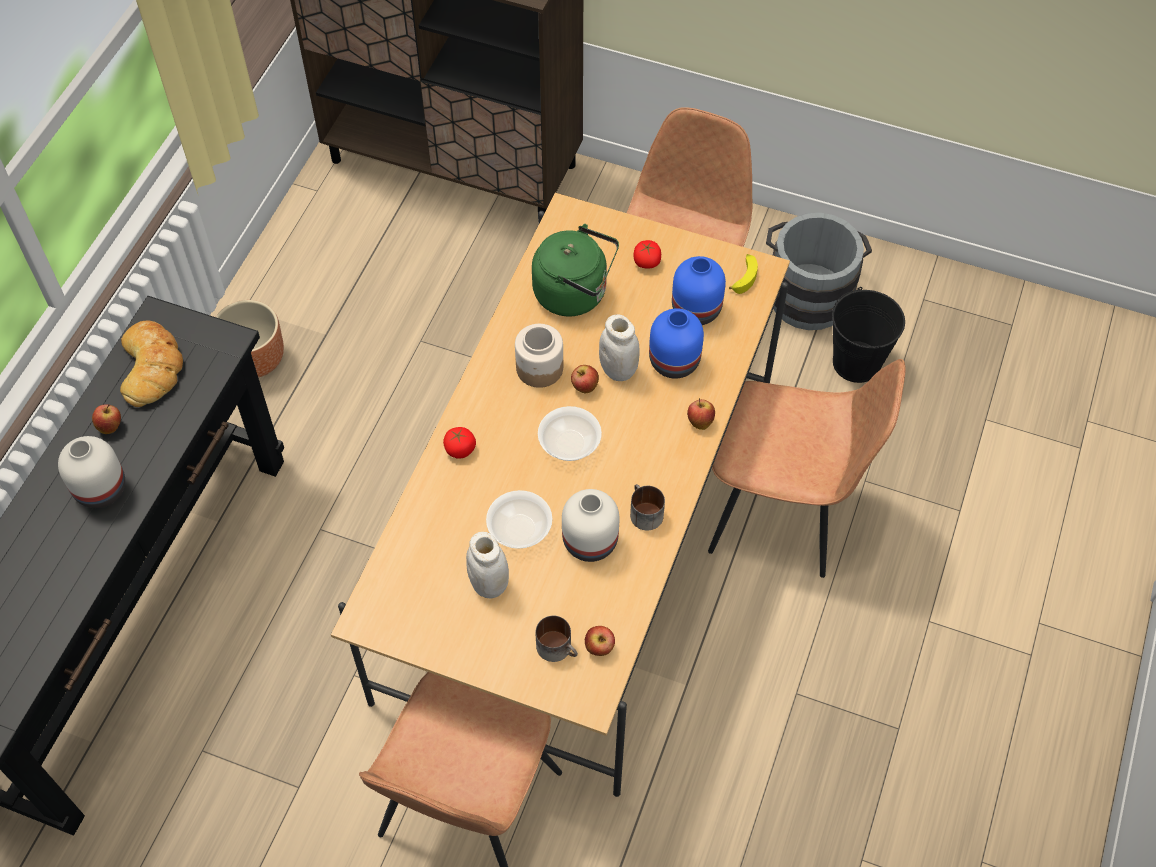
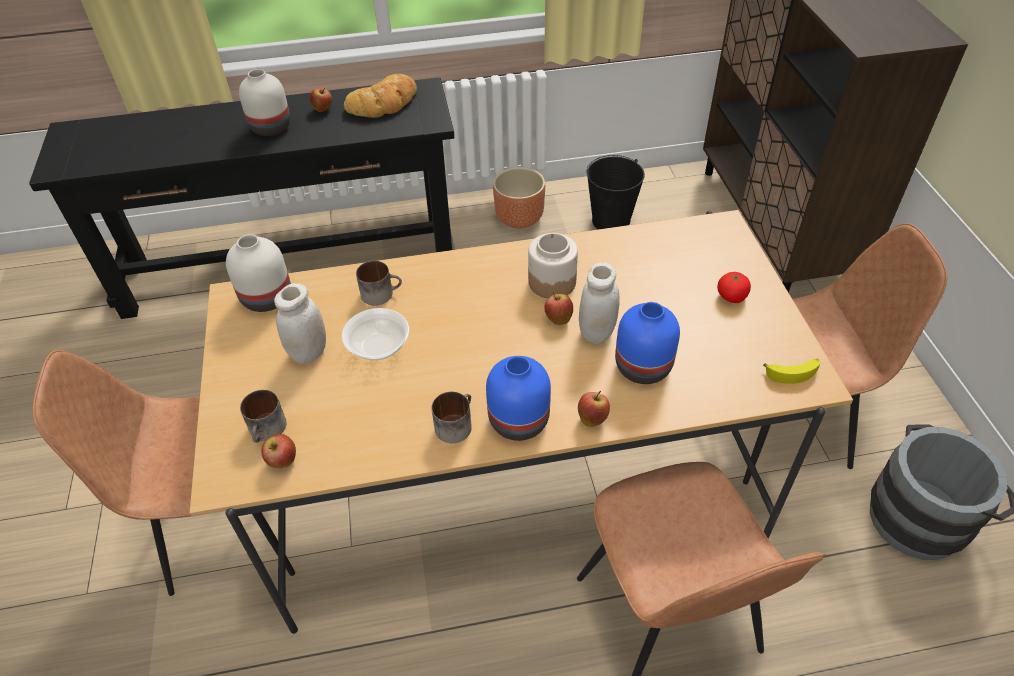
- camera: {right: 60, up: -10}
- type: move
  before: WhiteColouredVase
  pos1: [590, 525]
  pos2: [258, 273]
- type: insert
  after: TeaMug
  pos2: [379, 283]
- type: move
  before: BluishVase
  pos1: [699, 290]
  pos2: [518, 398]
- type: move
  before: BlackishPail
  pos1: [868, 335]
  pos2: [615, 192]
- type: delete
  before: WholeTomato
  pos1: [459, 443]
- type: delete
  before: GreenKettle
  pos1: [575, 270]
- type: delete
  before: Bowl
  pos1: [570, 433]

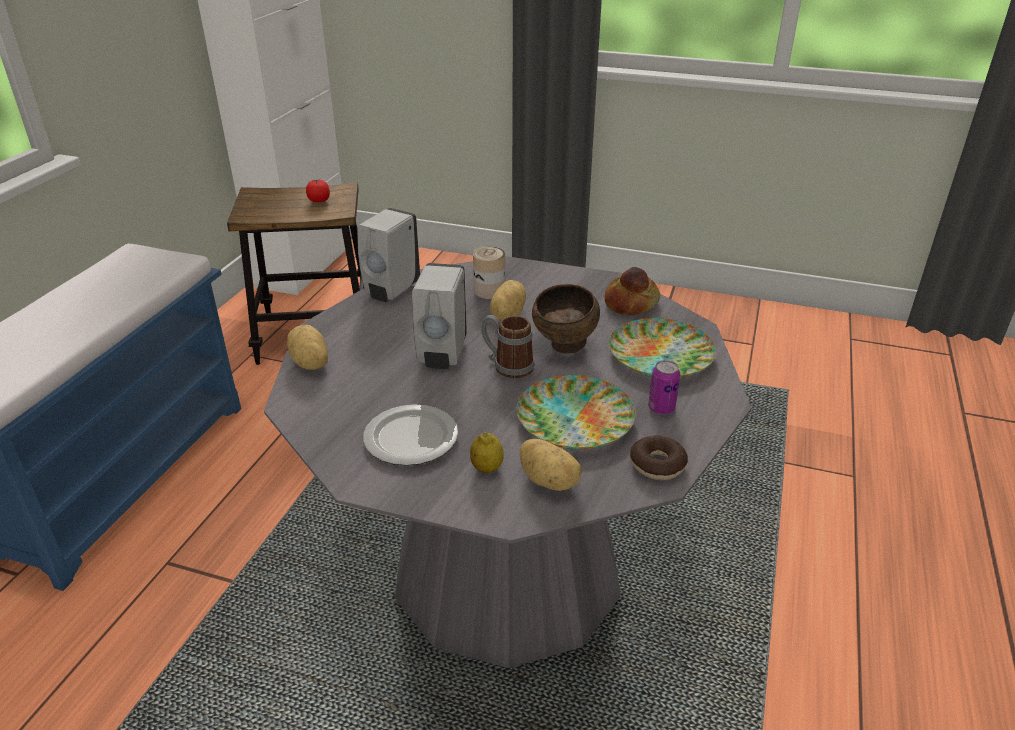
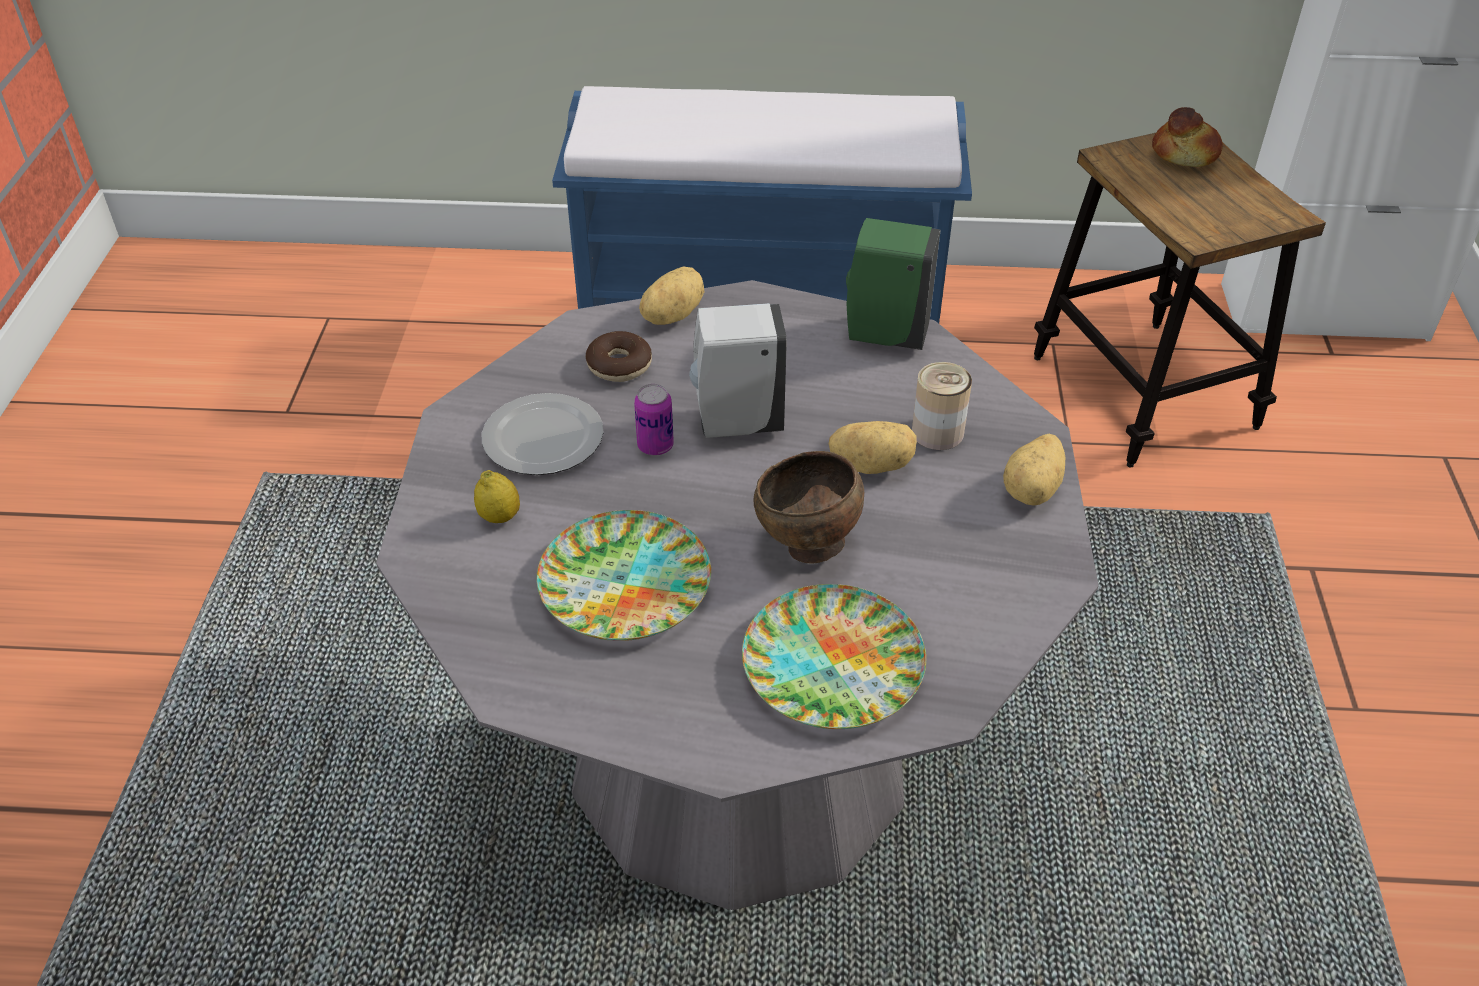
- camera: {right: 75, up: 10}
- type: move
  before: RingDoughnut
  pos1: [659, 457]
  pos2: [619, 356]
- type: move
  before: SealedCan
  pos1: [664, 387]
  pos2: [654, 419]
- type: recolor
  before: WhiteColouredLiquidSoapBottle
  after: GreenLiquidSoapBottle
  pos1: [388, 255]
  pos2: [893, 284]
- type: move
  before: WholePotato
  pos1: [551, 465]
  pos2: [1034, 470]
- type: move
  before: BakeryBread
  pos1: [632, 291]
  pos2: [1187, 137]
- type: delete
  before: WholeTomato
  pos1: [318, 190]
- type: delete
  before: TeaMug
  pos1: [508, 347]

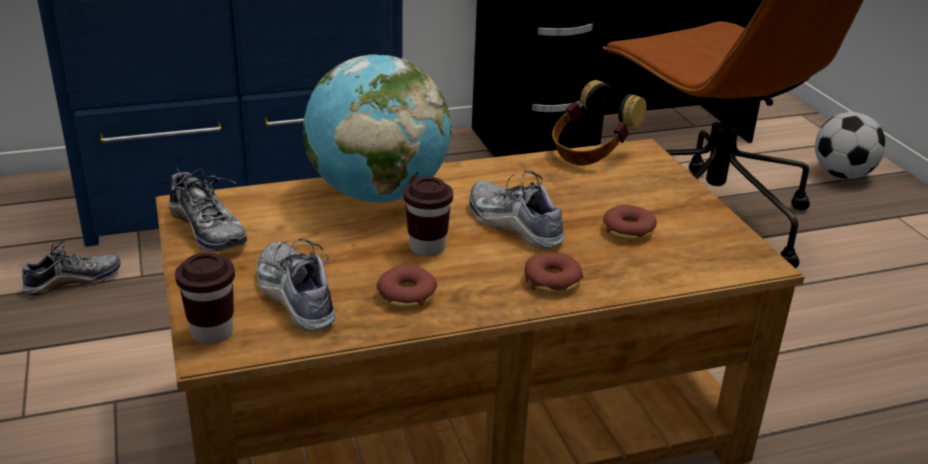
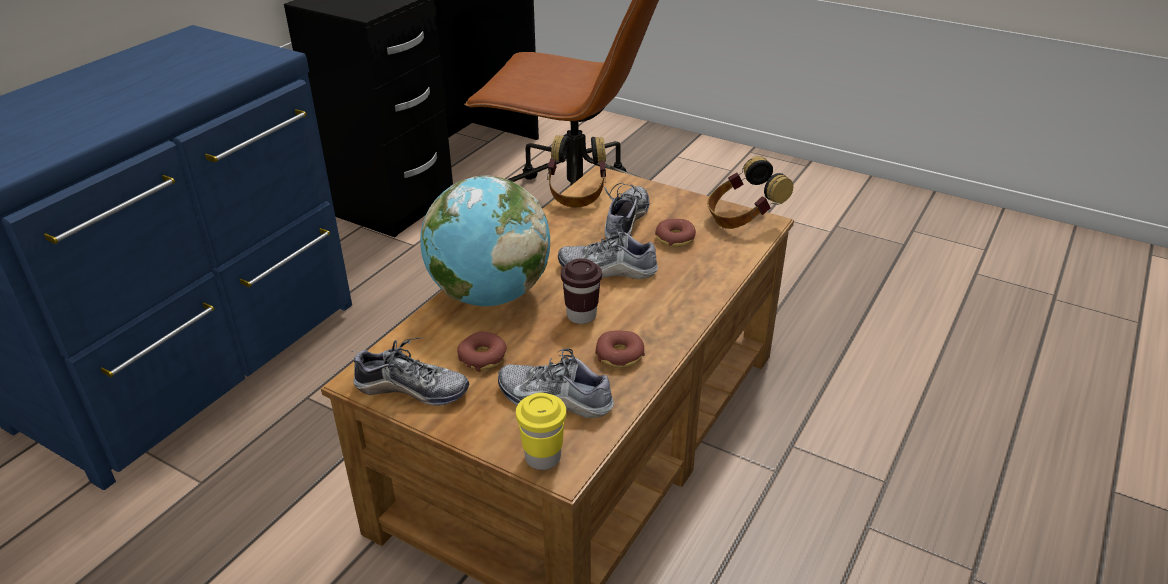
- camera: {right: -40, up: 5}
- type: move
  before: RingDoughnut
  pos1: [554, 273]
  pos2: [482, 351]
- type: recolor
  before: BrownishCup
  after: YellowCup
  pos1: [205, 298]
  pos2: [541, 431]
- type: move
  before: ItemOfFootwear
  pos1: [71, 268]
  pos2: [627, 211]
- type: insert
  after: Headphones
  pos2: [750, 192]
- type: delete
  before: BallForFootball
  pos1: [850, 145]

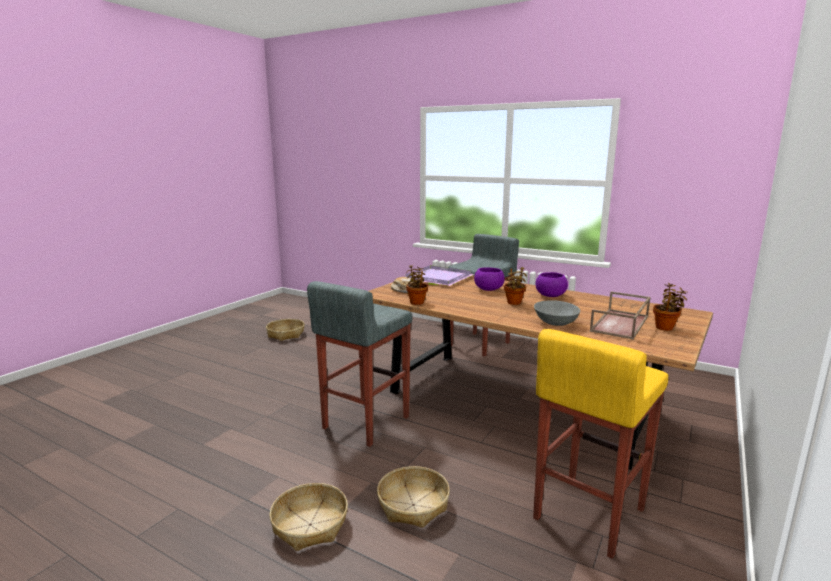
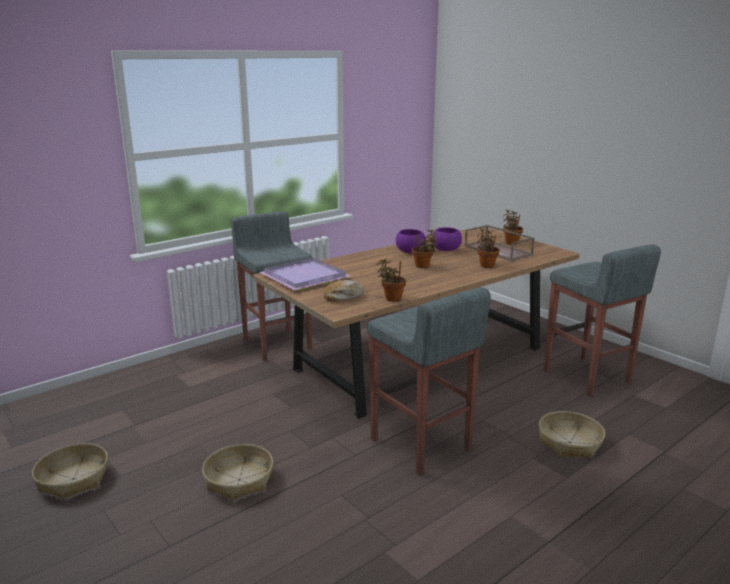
- camera: {right: -70, up: 5}
- type: move
  before: Basket
  pos1: [308, 517]
  pos2: [237, 472]
- type: move
  before: PurpleColouredBowl
  pos1: [489, 279]
  pos2: [447, 239]
- type: replace
  before: GrayBowl
  after: Houseplant
  pos1: [557, 313]
  pos2: [488, 248]
- type: recolor
  before: YellowSittingStool
  after: GraySittingStool
  pos1: [601, 444]
  pos2: [602, 320]

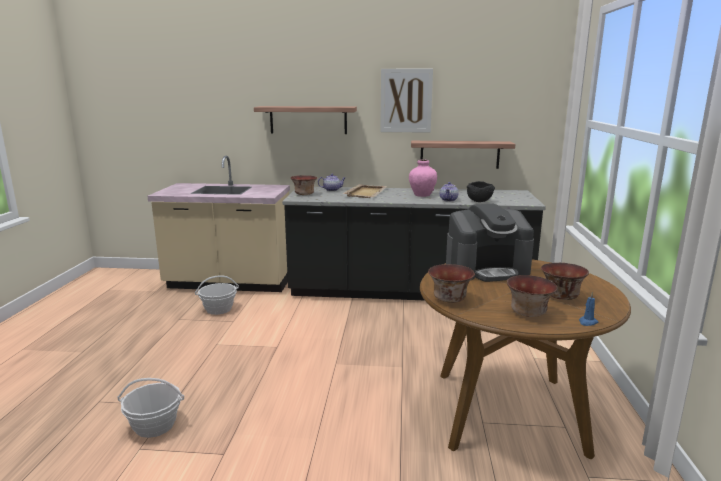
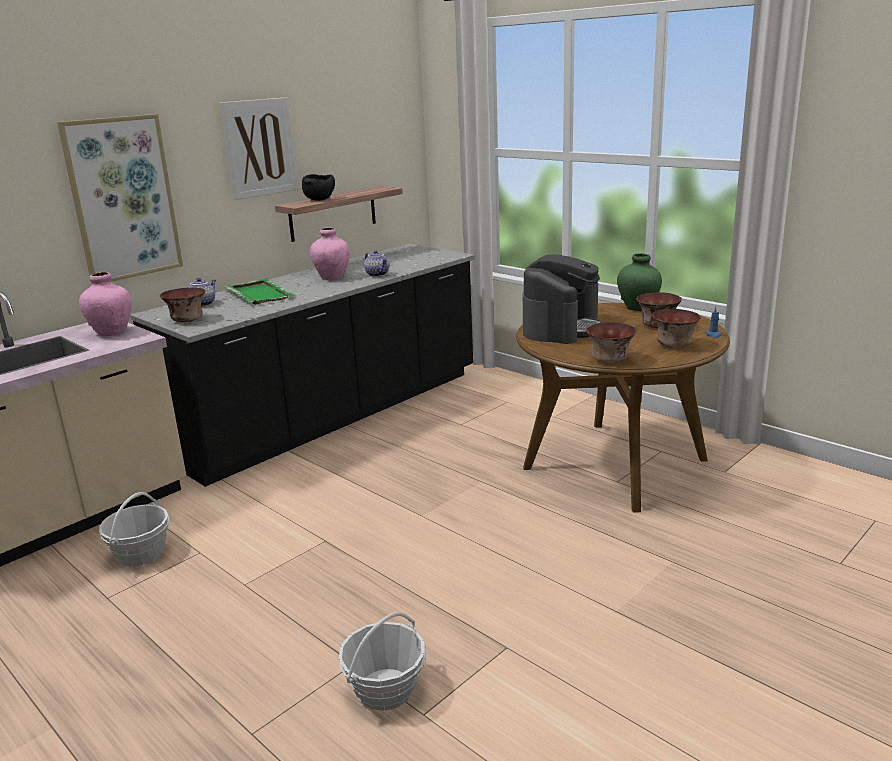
- camera: {right: -50, up: 5}
- type: replace
  before: Shelf
  after: Picture
  pos1: [305, 120]
  pos2: [120, 199]
- type: insert
  after: PinkColouredVase
  pos2: [105, 304]
- type: recolor
  before: BeigeColouredCarryingTray
  after: GreenCarryingTray
  pos1: [365, 191]
  pos2: [259, 292]
- type: move
  before: BlackishBowl
  pos1: [481, 191]
  pos2: [318, 187]
- type: insert
  after: GreenVase
  pos2: [639, 282]

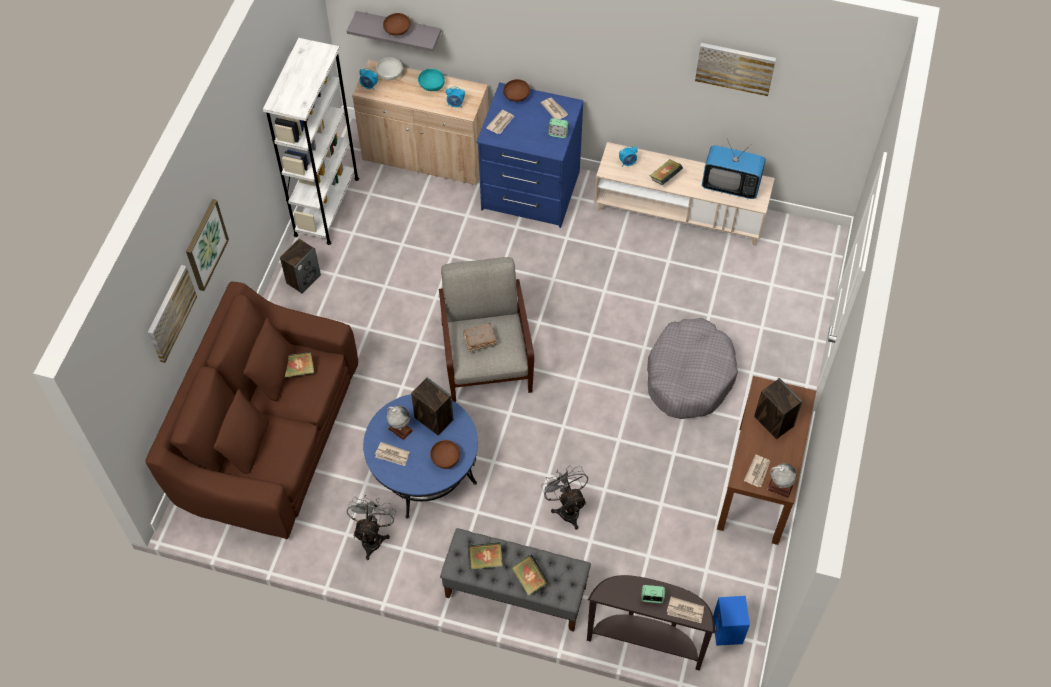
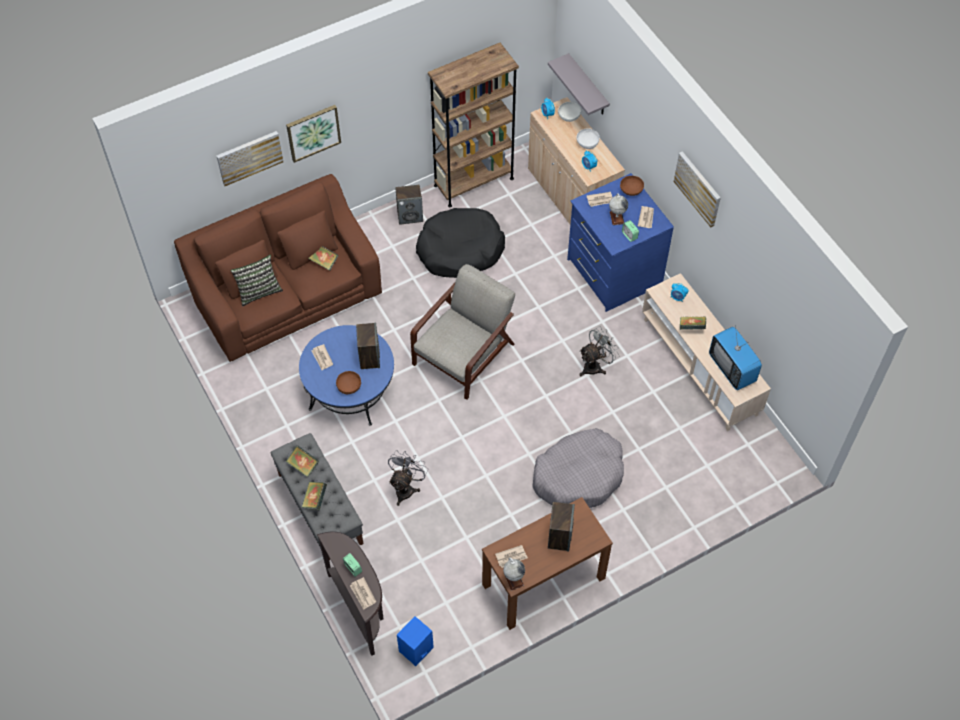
- camera: {right: 45, up: 0}
- type: insert
  after: ThrowPillow
  pos2: [256, 280]
- type: insert
  after: BlackishDogBed
  pos2: [460, 243]
- type: recolor
  before: WhiteColouredBookcase
  after: BrownishBookcase
  pos1: [311, 141]
  pos2: [473, 125]
- type: recolor
  before: BlueGreenBowl
  after: WhiteColouredBowl
  pos1: [431, 80]
  pos2: [588, 138]
- type: move
  before: GrayFan
  pos1: [371, 527]
  pos2: [599, 351]
- type: move
  before: Globe
  pos1: [400, 423]
  pos2: [618, 209]
- type: move
  before: Picture
  pos1: [735, 69]
  pos2: [697, 189]
- type: delete
  before: BrownishBowl
  pos1: [396, 24]
- type: delete
  before: BrownishVolume
  pos1: [480, 337]

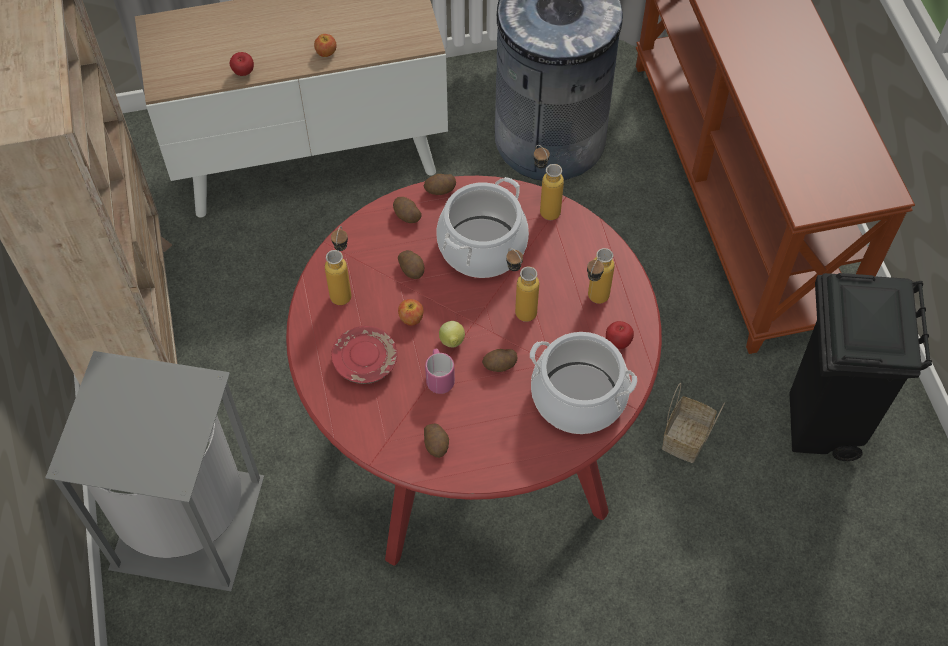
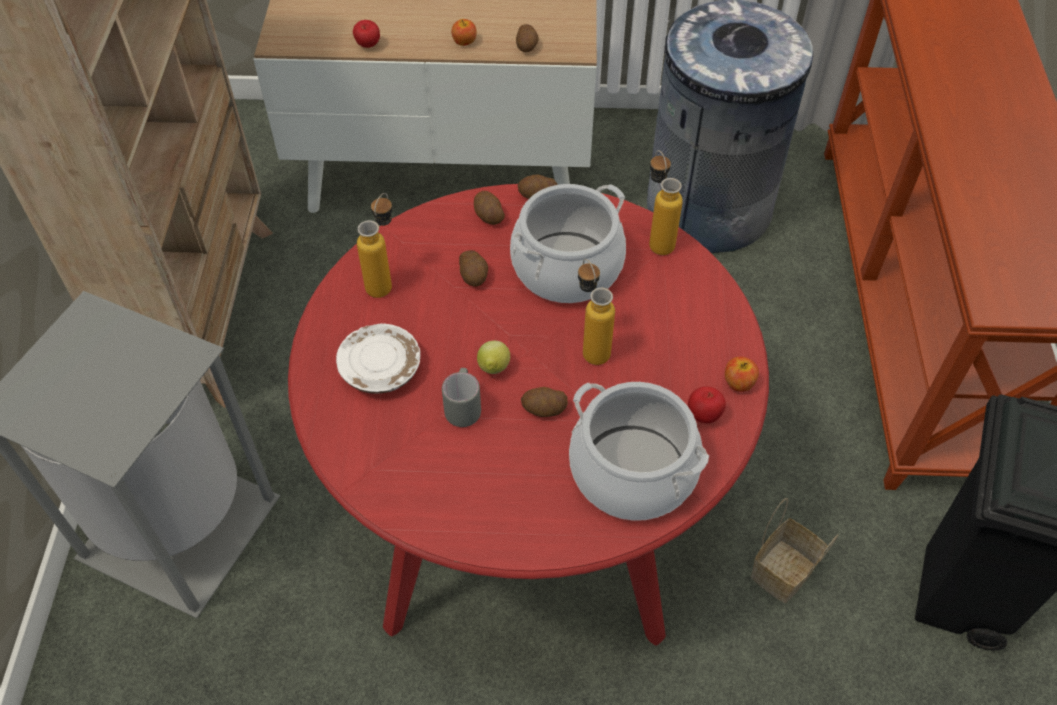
- camera: {right: 15, up: -5}
- type: recolor
  before: RedDinnerPlate
  after: WhiteColouredDinnerPlate
  pos1: [364, 355]
  pos2: [378, 359]
- type: recolor
  before: PinkColouredTeaMug
  after: GrayTeaMug
  pos1: [440, 371]
  pos2: [461, 397]
- type: move
  before: WholePotato
  pos1: [436, 440]
  pos2: [527, 38]
- type: move
  before: WholeApple
  pos1: [410, 312]
  pos2: [742, 374]
- type: delete
  before: BeverageBottle
  pos1: [601, 276]

